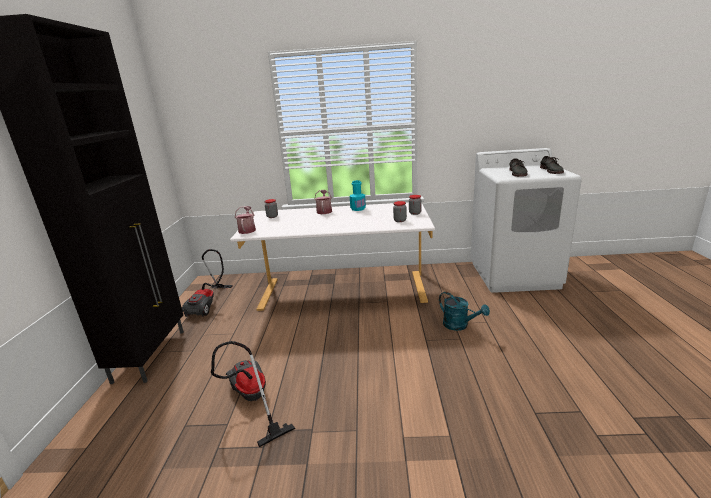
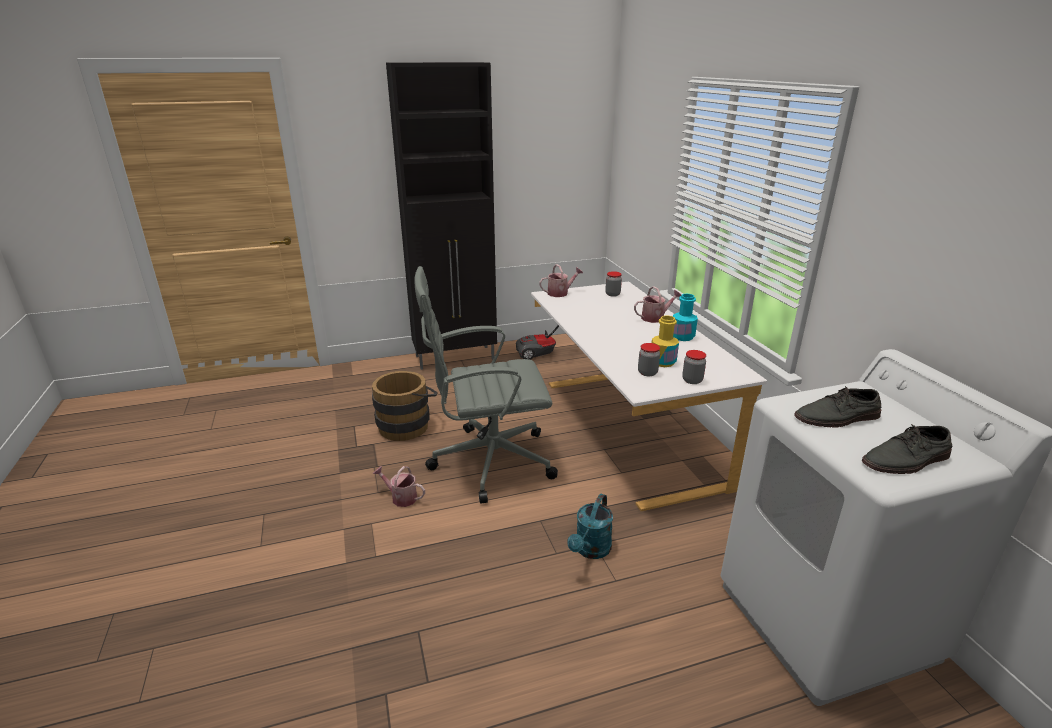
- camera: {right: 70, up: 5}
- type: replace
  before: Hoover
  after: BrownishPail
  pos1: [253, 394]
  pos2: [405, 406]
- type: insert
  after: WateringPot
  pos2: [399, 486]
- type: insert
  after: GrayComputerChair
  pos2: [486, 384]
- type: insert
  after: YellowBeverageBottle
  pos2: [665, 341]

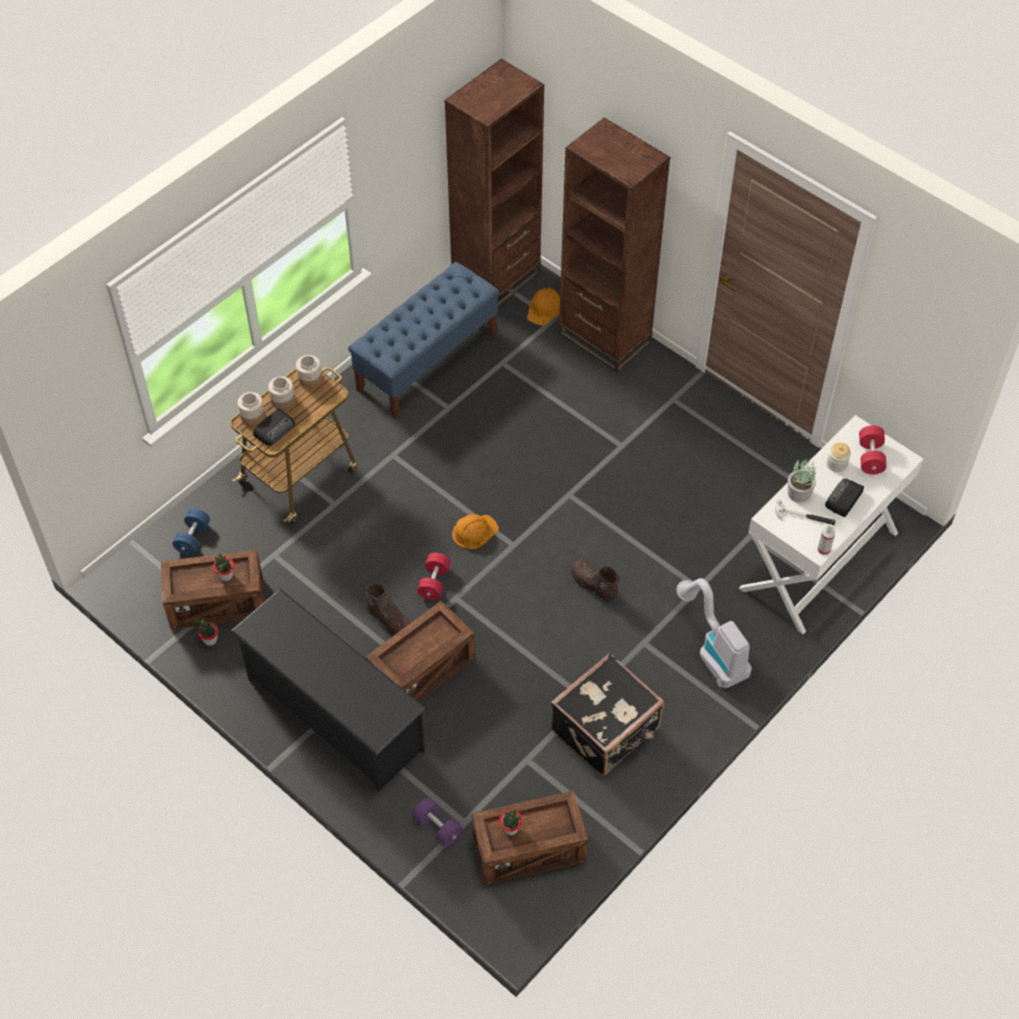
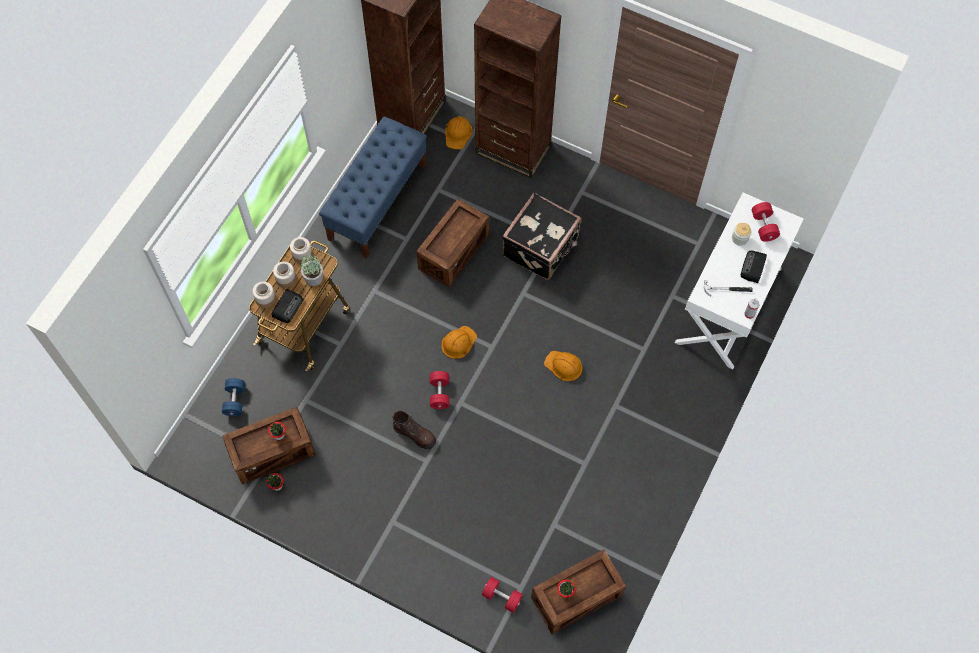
- camera: {right: -15, up: 10}
- type: move
  before: Houseplant
  pos1: [802, 480]
  pos2: [312, 269]
- type: move
  before: PackingCrate
  pos1: [420, 651]
  pos2: [452, 243]
- type: recolor
  before: PurpleColouredHandWeight
  after: RedHandWeight
  pos1: [437, 822]
  pos2: [502, 595]
- type: move
  before: BlackishPieceOfLuggage
  pos1: [607, 714]
  pos2: [541, 236]
- type: replace
  before: BrownishHighTopBoot
  after: OrangeColouredHardHat
  pos1: [595, 580]
  pos2: [563, 366]
- type: delete
  before: BlackishShoeShelf
  pos1: [328, 690]
- type: delete
  before: Hoover
  pos1: [714, 633]

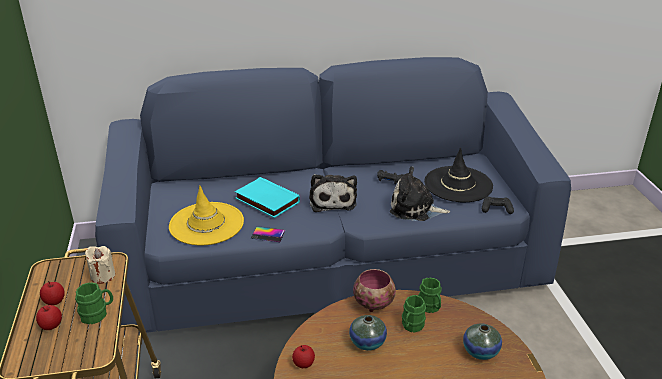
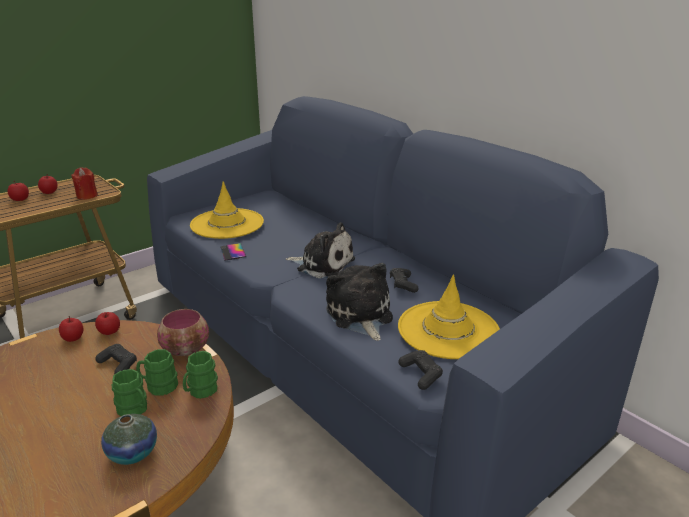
- camera: {right: 60, up: -5}
- type: recolor
  before: BeigeColouredCandle
  after: RedCandle
  pos1: [100, 265]
  pos2: [84, 183]
- type: insert
  after: WholeApple
  pos2: [107, 323]
- type: replace
  before: Vase
  after: BlackishGamepad
  pos1: [368, 333]
  pos2: [116, 359]
- type: move
  before: GreenTeaMug
  pos1: [94, 303]
  pos2: [129, 392]
- type: rotate
  before: SoftToy
  pos1: [333, 193]
  pos2: [320, 250]
  turn: -120
- type: recolor
  before: BlackishClothingHat
  after: YellowClothingHat
  pos1: [458, 175]
  pos2: [449, 316]
- type: delete
  before: BlueGreenVolume
  pos1: [267, 197]

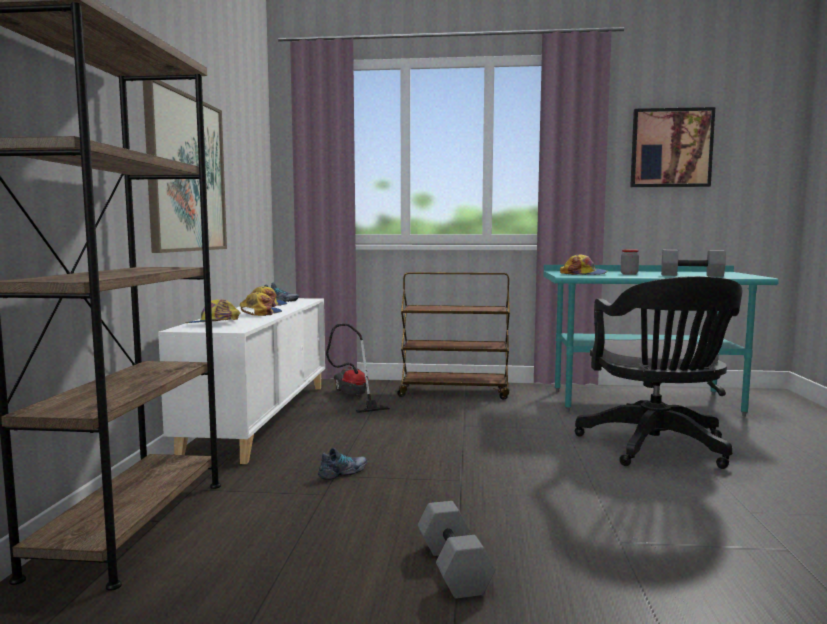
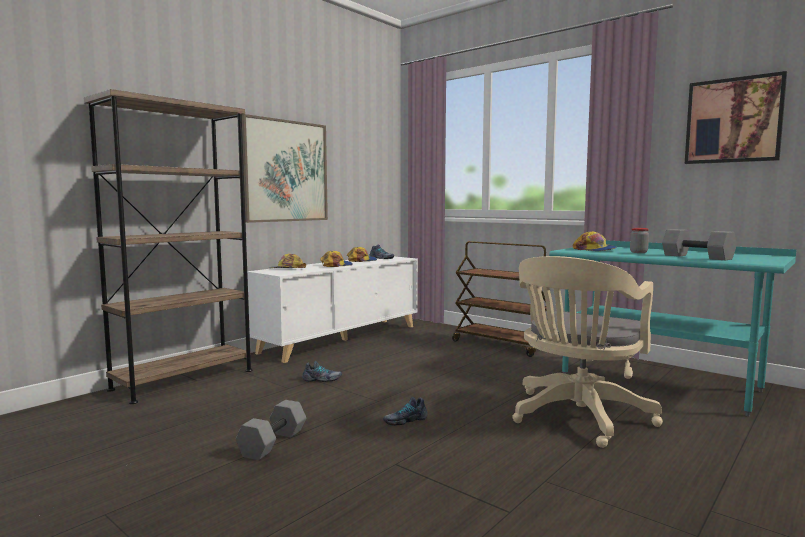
- camera: {right: 35, up: 0}
- type: insert
  after: ItemOfFootwear
  pos2: [405, 411]
- type: recolor
  before: BlackishComputerChair
  after: BeigeColouredComputerChair
  pos1: [659, 372]
  pos2: [587, 352]
- type: delete
  before: Hoover
  pos1: [358, 368]

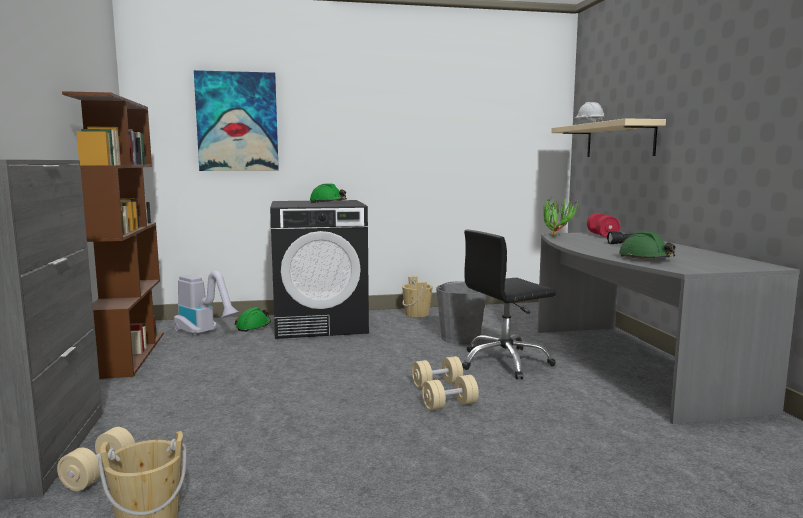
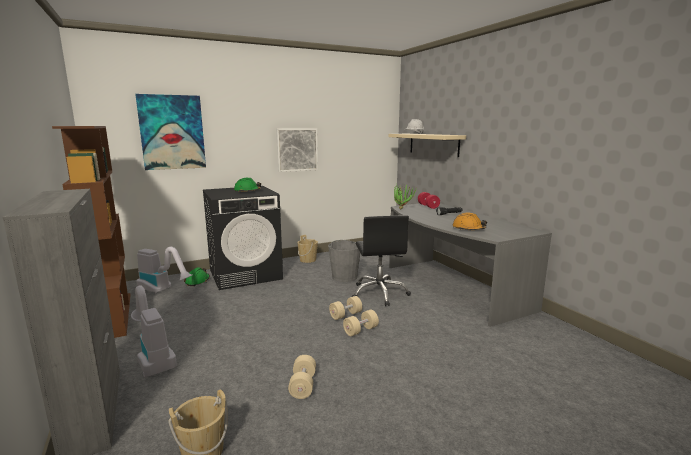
- camera: {right: -15, up: 5}
- type: insert
  after: Hoover
  pos2: [154, 331]
- type: insert
  after: Picture
  pos2: [297, 150]
- type: move
  before: BeigeColouredHandWeight
  pos1: [96, 459]
  pos2: [302, 377]
- type: rotate
  before: BlackishComputerChair
  pos1: [509, 304]
  pos2: [381, 260]
  turn: -60
- type: recolor
  before: GreenHardHat
  after: OrangeColouredHardHat
  pos1: [647, 245]
  pos2: [469, 221]

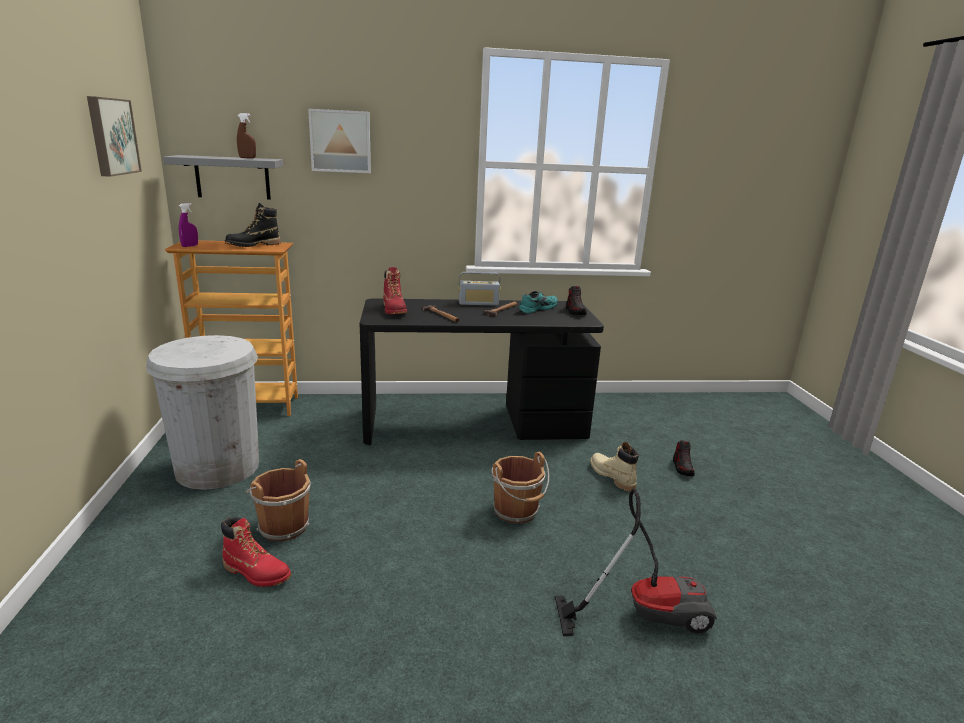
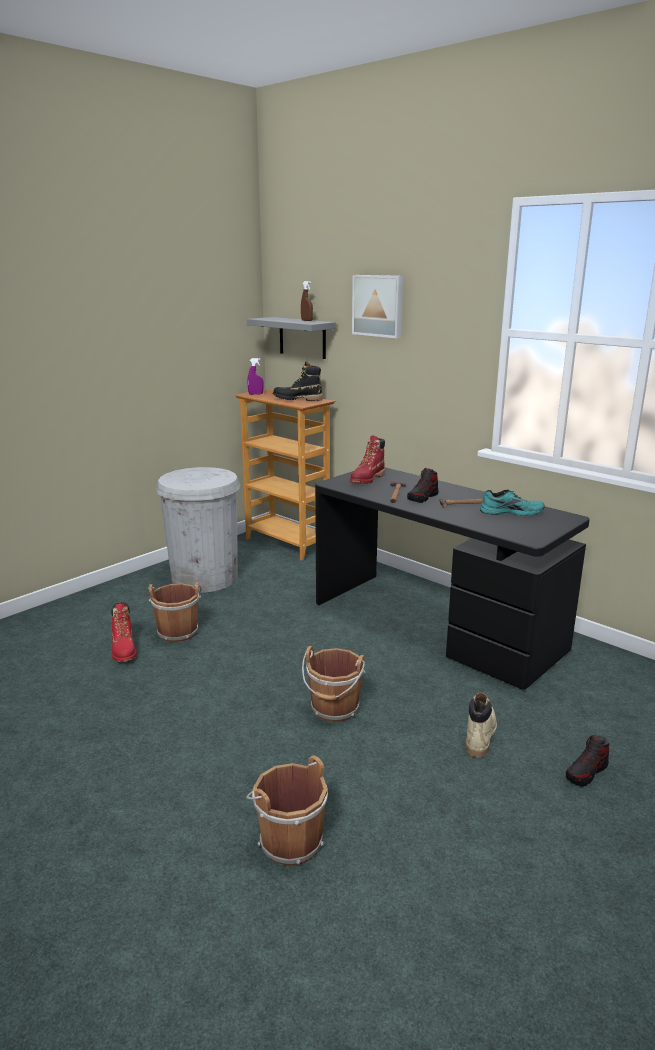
- camera: {right: 50, up: 0}
- type: replace
  before: Hoover
  after: BrownishPail
  pos1: [636, 562]
  pos2: [287, 811]
- type: move
  before: ItemOfFootwear
  pos1: [576, 300]
  pos2: [422, 485]
- type: delete
  before: Picture
  pos1: [114, 136]
- type: delete
  before: RadioSet
  pos1: [480, 289]

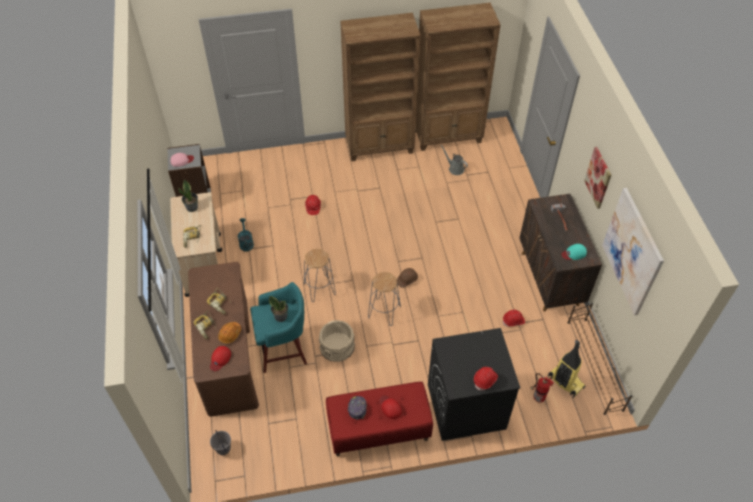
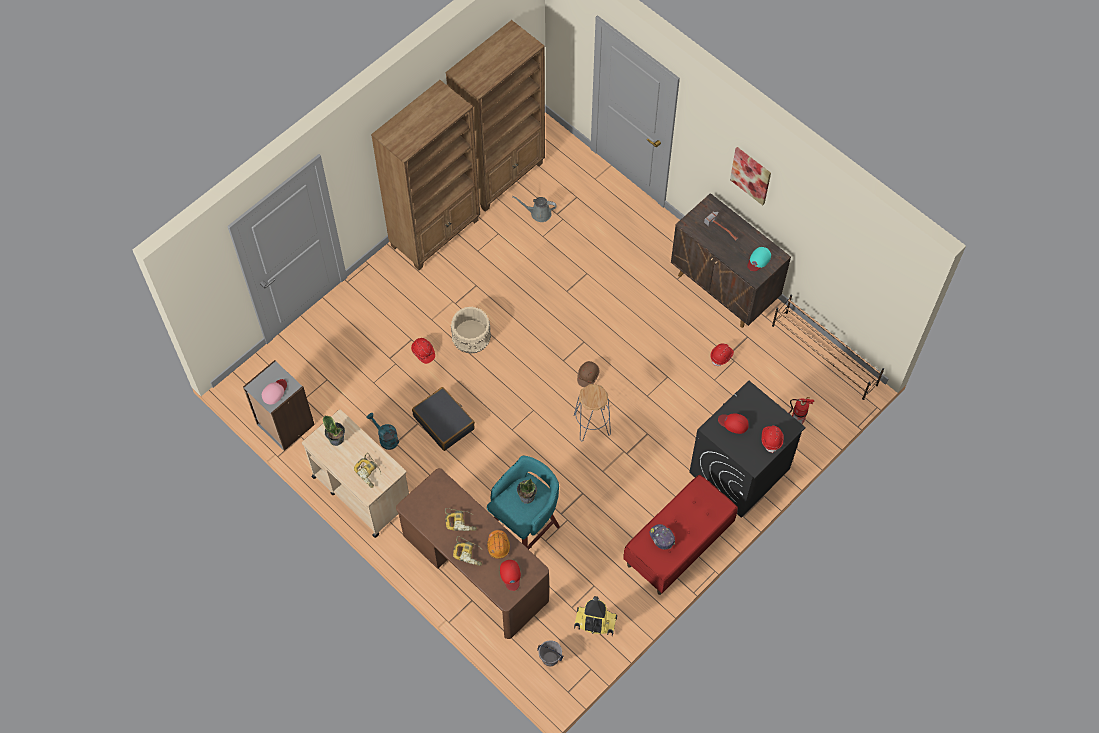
- camera: {right: -35, up: 10}
- type: insert
  after: BlackishPieceOfLuggage
  pos2: [443, 419]
- type: move
  before: BeigeColouredPail
  pos1: [337, 341]
  pos2: [471, 330]
- type: move
  before: Hoover
  pos1: [566, 369]
  pos2: [595, 616]
- type: move
  before: RedCap
  pos1: [390, 407]
  pos2: [733, 424]
- type: delete
  before: GraySittingStool
  pos1: [320, 275]
- type: delete
  before: Picture
  pos1: [633, 251]

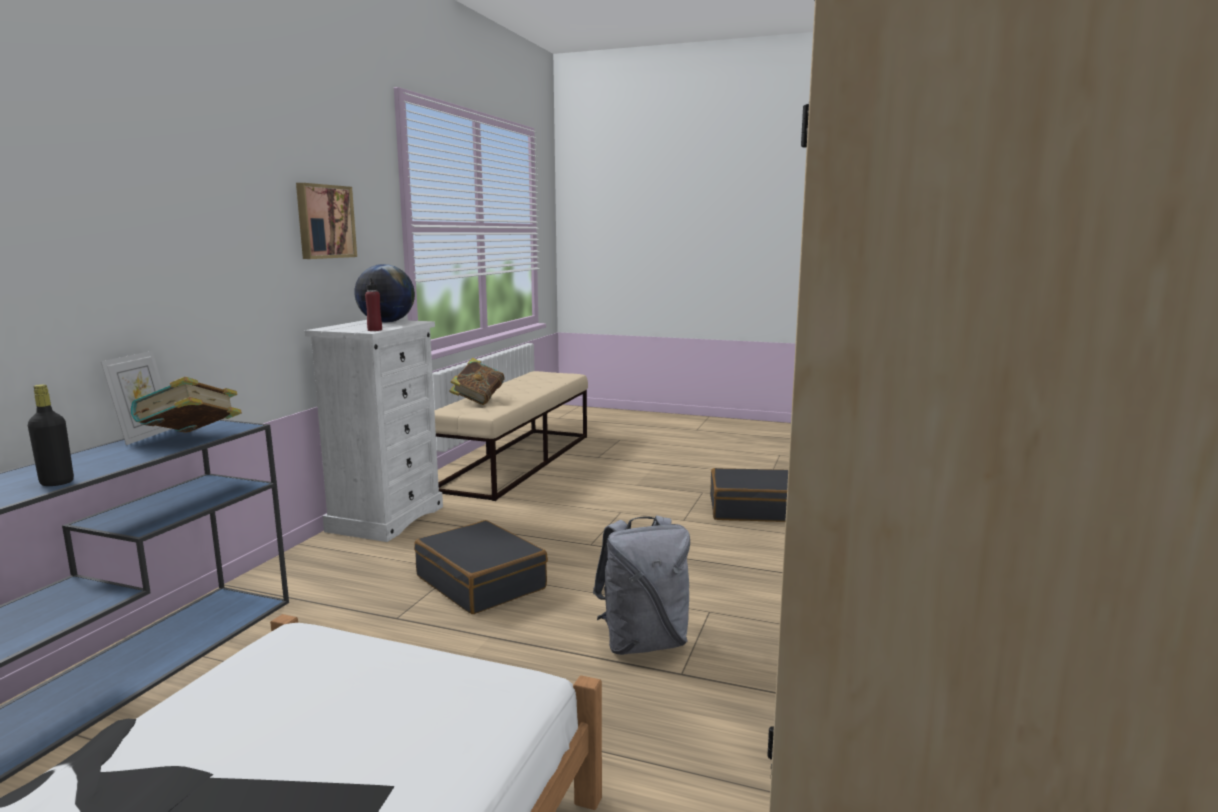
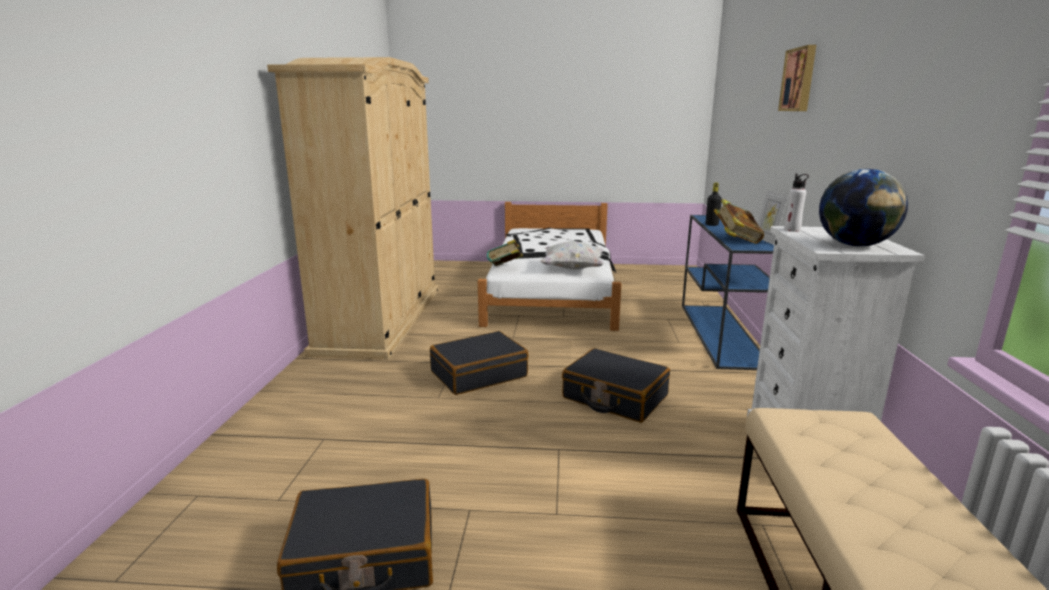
- camera: {right: 165, up: 5}
- type: replace
  before: GrayBackpack
  after: BlackishPieceOfLuggage
  pos1: [641, 585]
  pos2: [479, 363]
- type: move
  before: Volume
  pos1: [476, 381]
  pos2: [505, 252]
- type: insert
  after: WhiteColouredThrowPillow
  pos2: [572, 255]
- type: move
  before: Picture
  pos1: [326, 221]
  pos2: [797, 78]
- type: recolor
  before: RedBeverageBottle
  after: WhiteColouredBeverageBottle
  pos1: [373, 304]
  pos2: [796, 203]

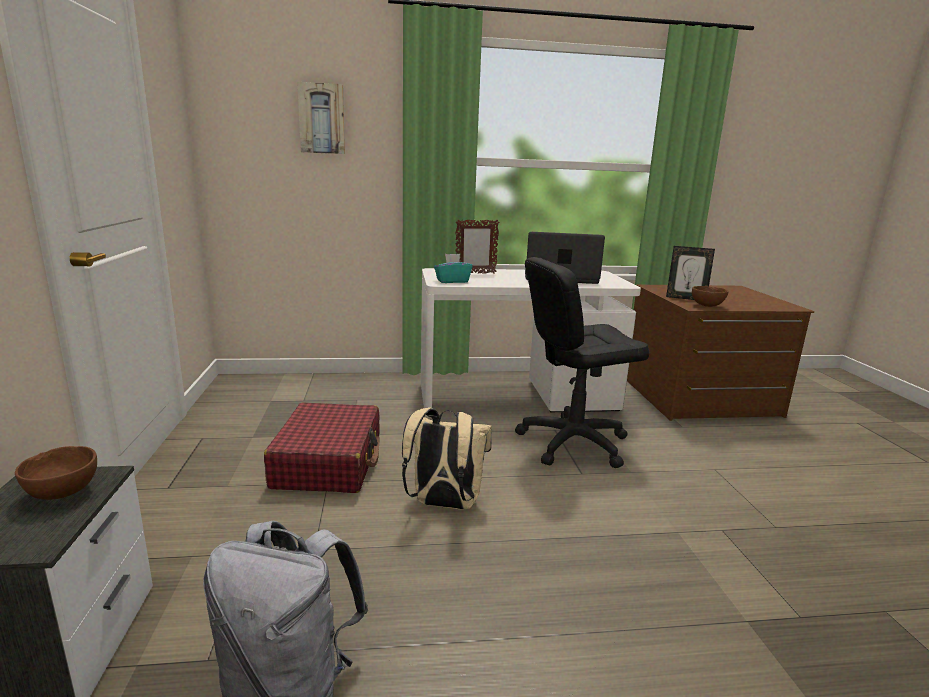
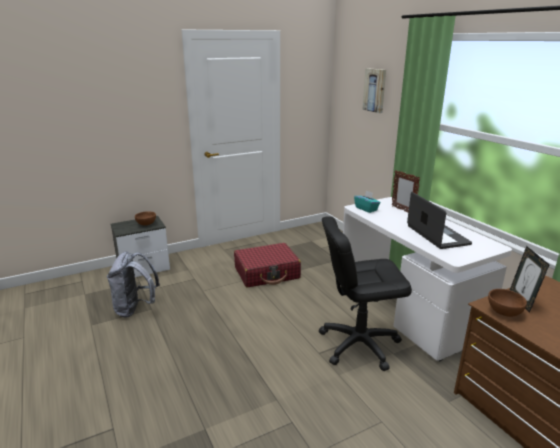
- camera: {right: 70, up: 5}
- type: rotate
  before: BlackishComputerChair
  pos1: [582, 362]
  pos2: [365, 293]
  turn: -60
- type: delete
  before: BeigeColouredBackpack
  pos1: [447, 458]

